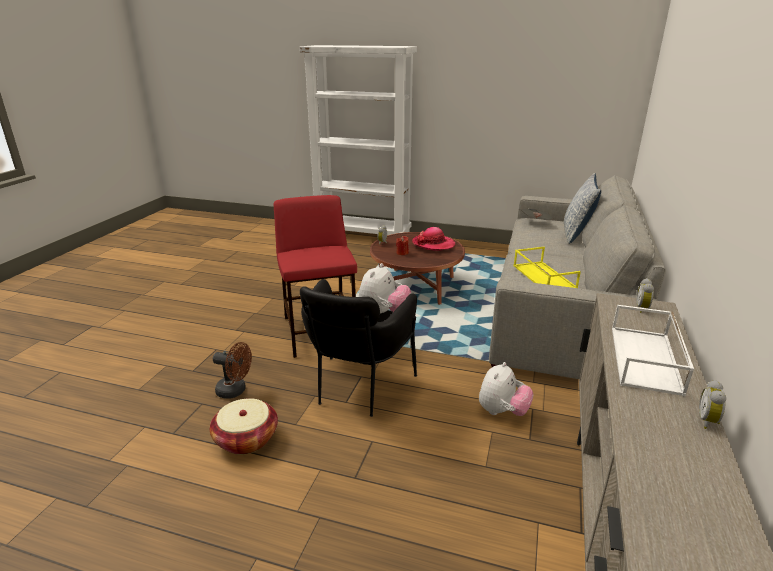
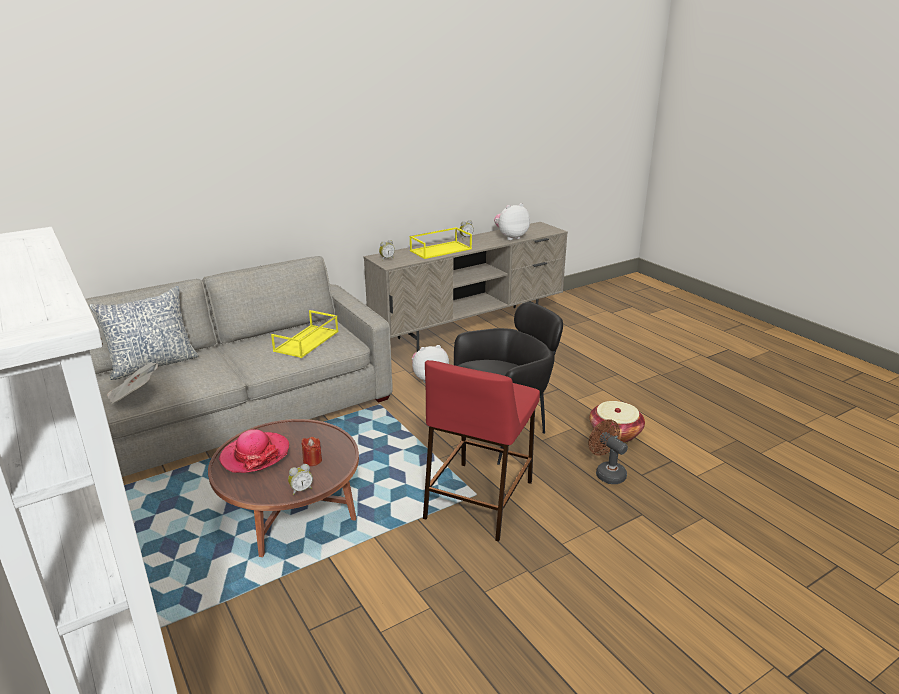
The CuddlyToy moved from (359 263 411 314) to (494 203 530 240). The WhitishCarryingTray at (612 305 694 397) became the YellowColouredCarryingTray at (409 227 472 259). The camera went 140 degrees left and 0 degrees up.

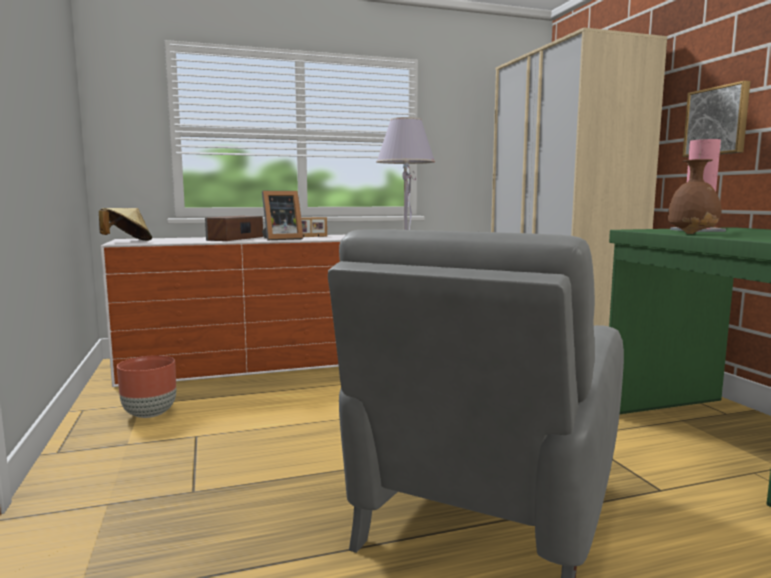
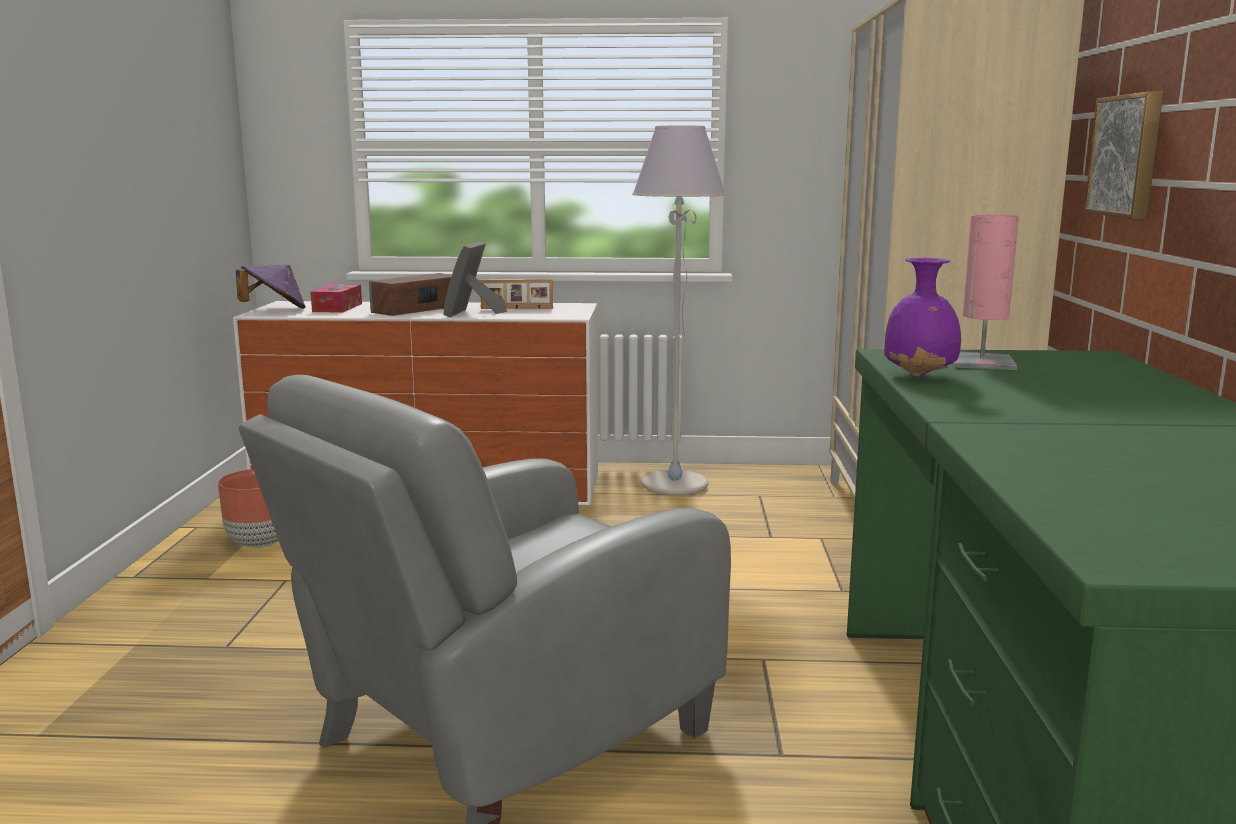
The TissueBox at (311 284 362 313) appeared. The BeigeColouredHat at (99 208 152 241) became the PurplishHat at (236 265 306 309). The BrownishVase at (668 159 722 234) became the PurplishVase at (884 258 961 376). The PictureFrame at (262 191 303 240) turned 105 degrees clockwise. The camera went 20 degrees right and 5 degrees up.

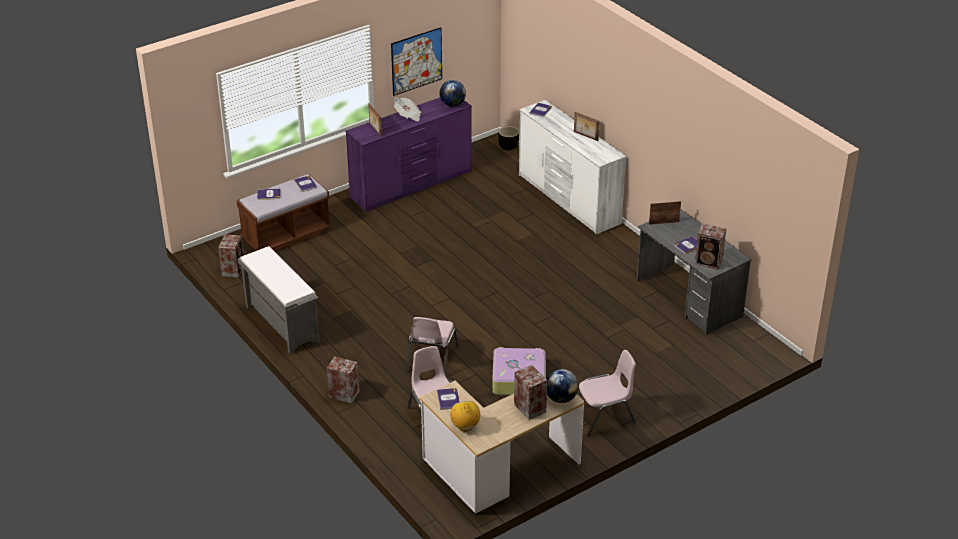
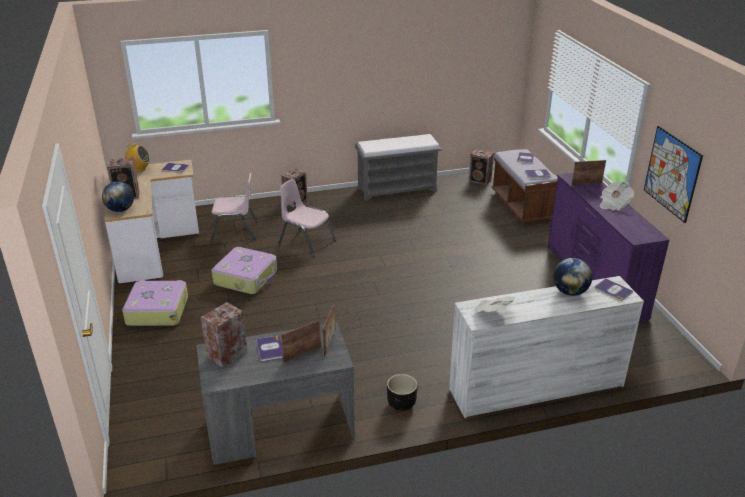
The DailyPaper at (473 296 515 312) appeared. The Globe moved from (440 80 466 107) to (553 258 592 296). The BlackishPlanter moved from (498 126 519 150) to (387 374 418 411). The PictureFrame moved from (574 112 599 141) to (281 320 321 363). The PinkUprightChair at (577 350 636 437) was replaced by the TravelCase at (122 280 188 326). The camera went 110 degrees right and 5 degrees down.

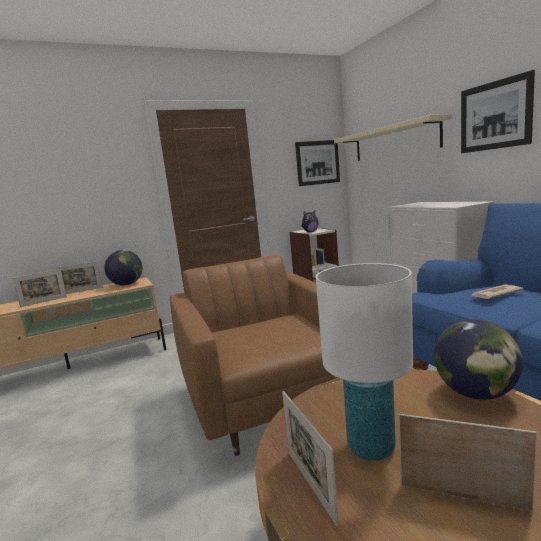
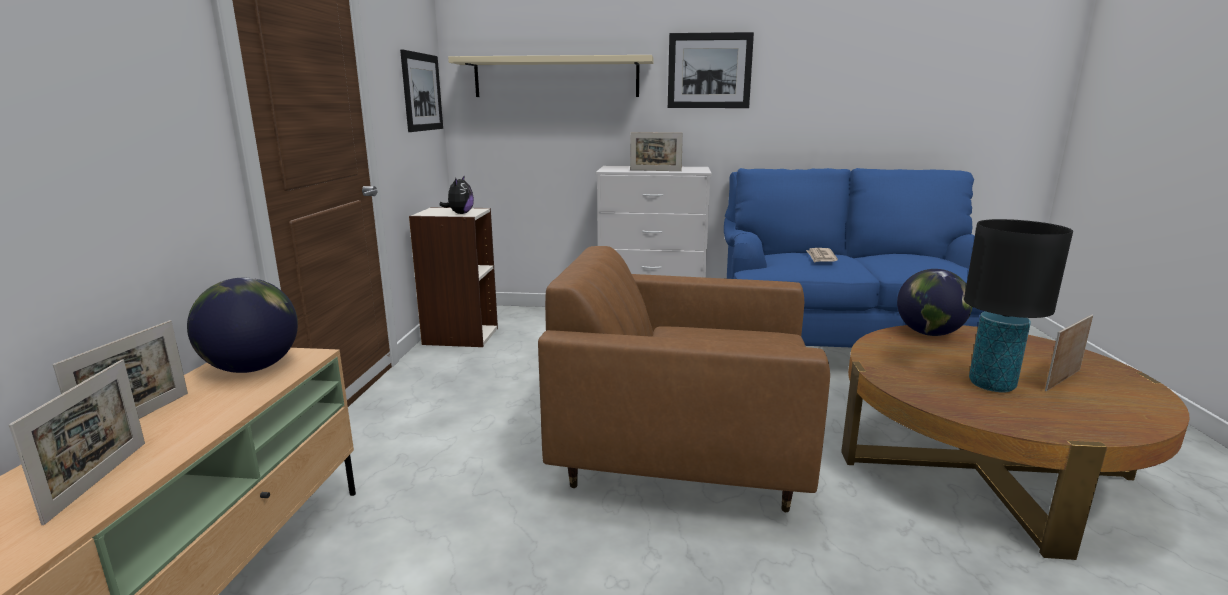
The PictureFrame moved from (282 391 339 527) to (630 132 683 171). The WhitishTabletopLamp at (316 263 413 461) became the BlackishTabletopLamp at (964 219 1073 392). The camera went 60 degrees left and 5 degrees up.

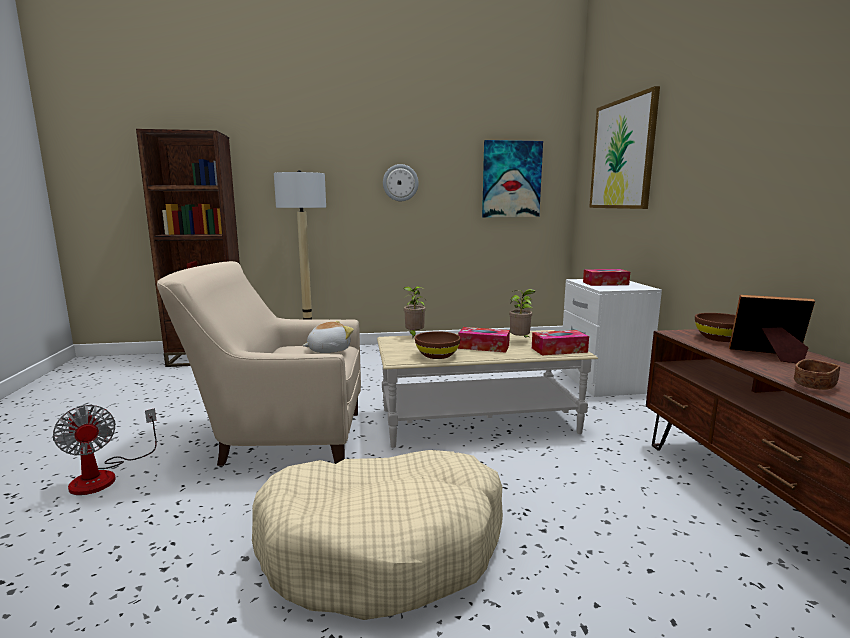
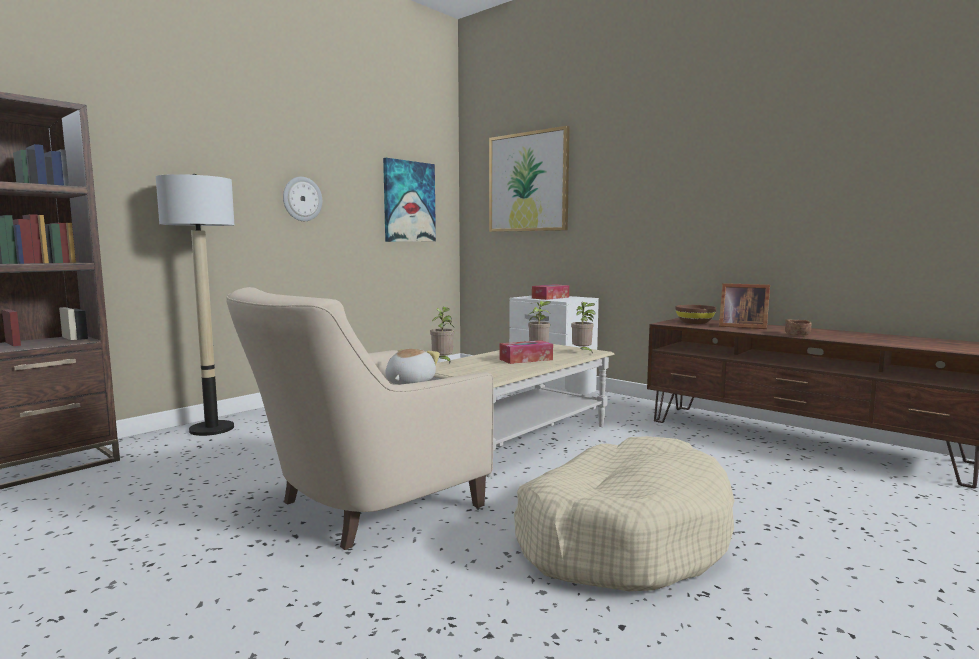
The CoolingFan at (53 405 157 495) disappeared. The BrownishDeepDish at (415 331 461 359) disappeared. The TissueBox at (532 330 589 355) was replaced by the Houseplant at (571 302 595 354). The PictureFrame at (729 295 815 363) turned 135 degrees counterclockwise. The camera went 40 degrees left and 5 degrees down.

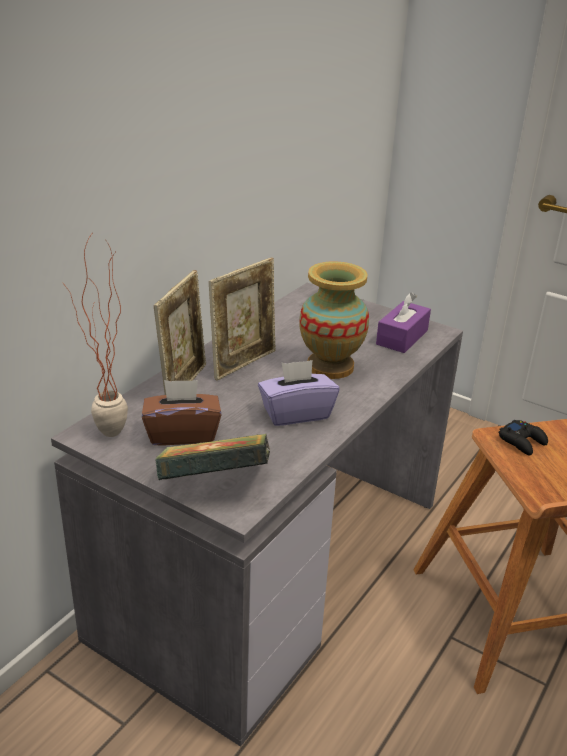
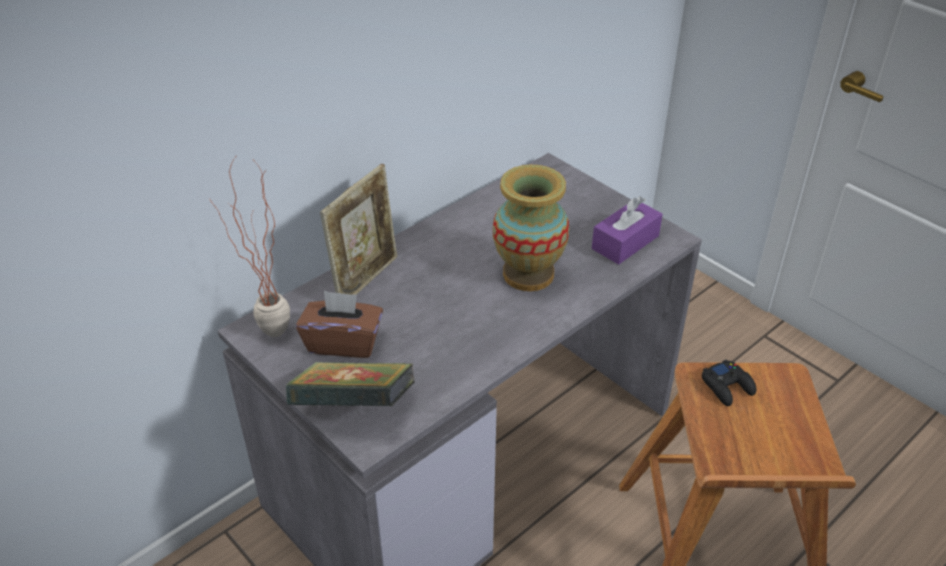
The PictureFrame at (209 258 276 381) disappeared. The PurplishTissueBox at (258 360 339 426) disappeared. The camera went 15 degrees right and 10 degrees up.

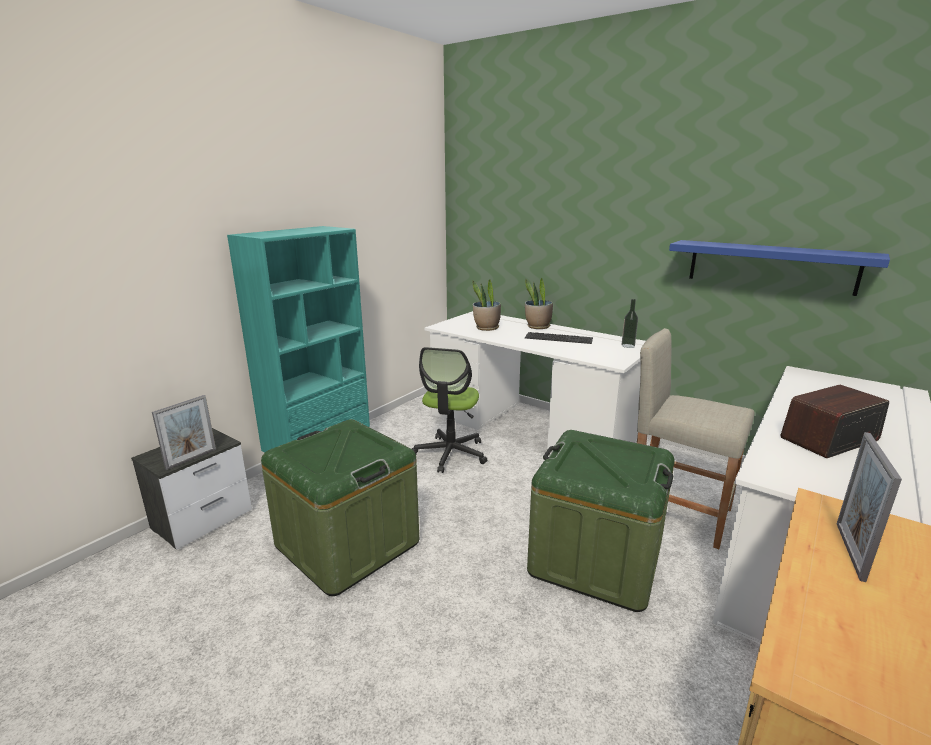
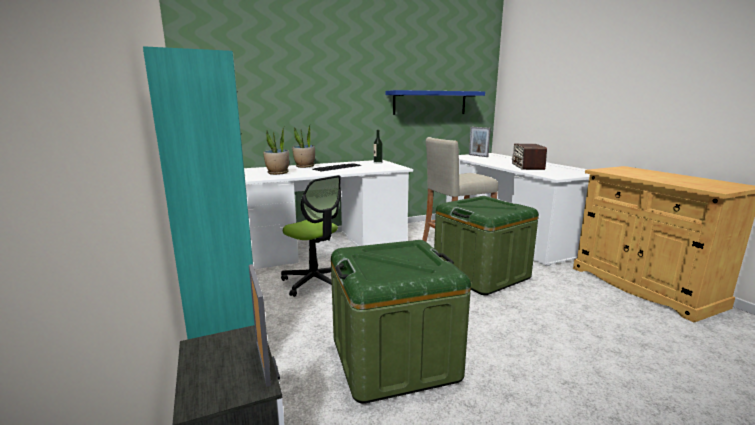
The PictureFrame moved from (837 432 902 582) to (469 127 491 157). The camera went 60 degrees left and 5 degrees down.

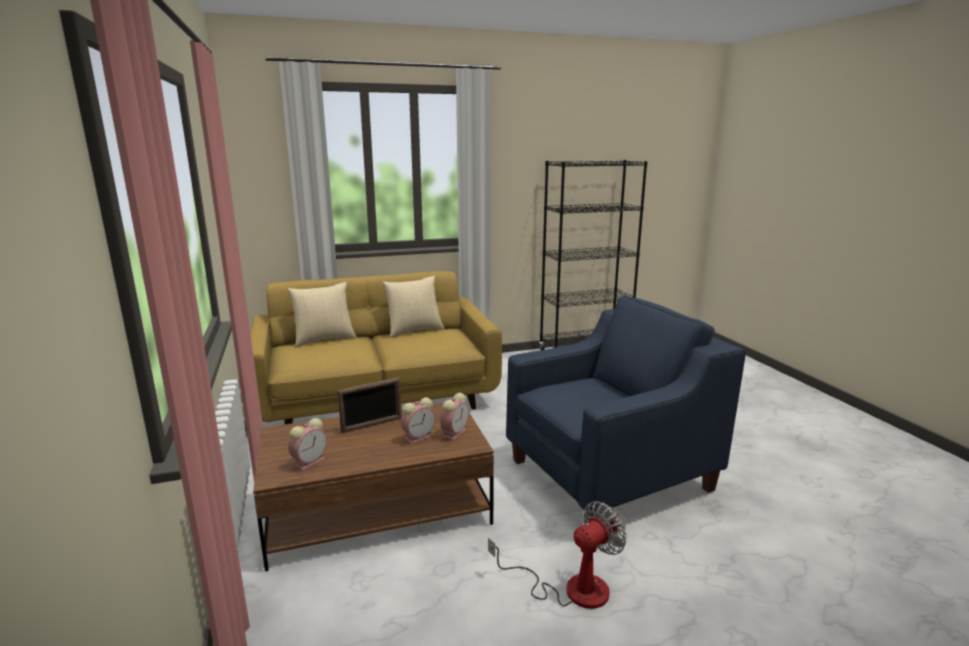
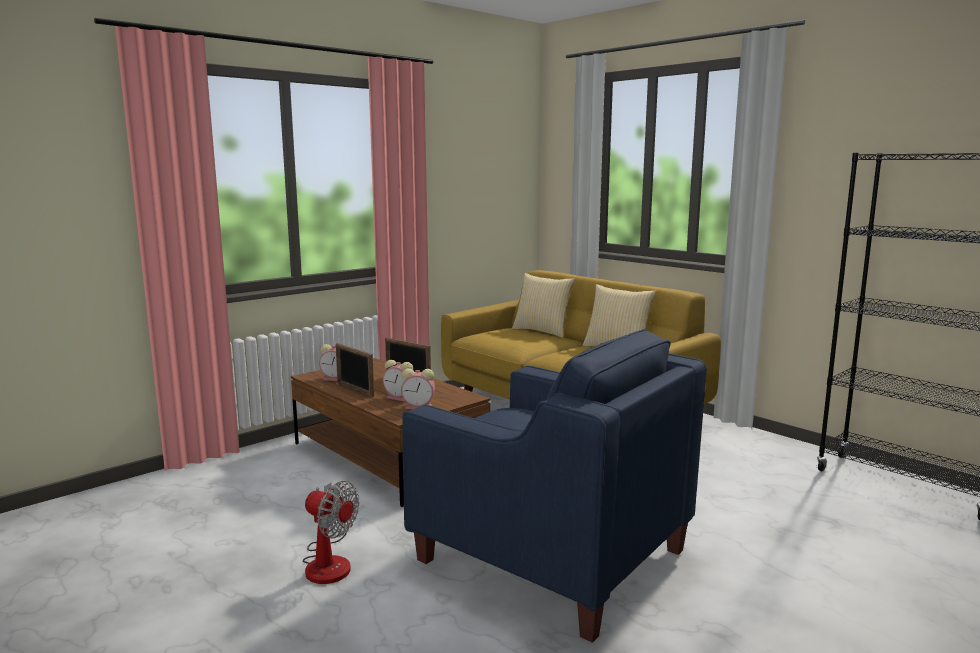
The PictureFrame at (336 343 374 397) appeared. The camera went 65 degrees right and 5 degrees down.

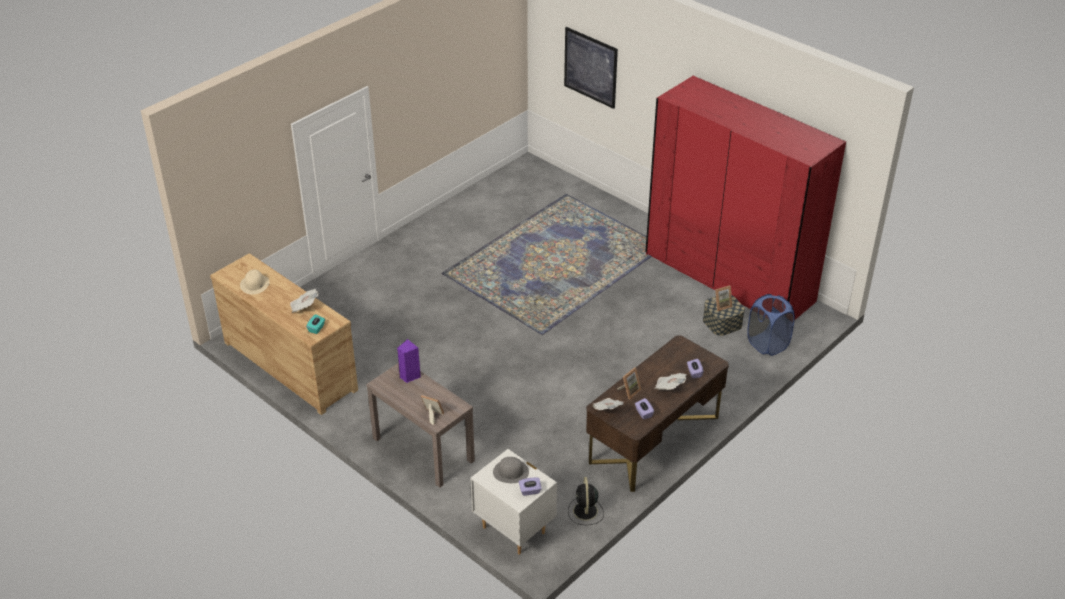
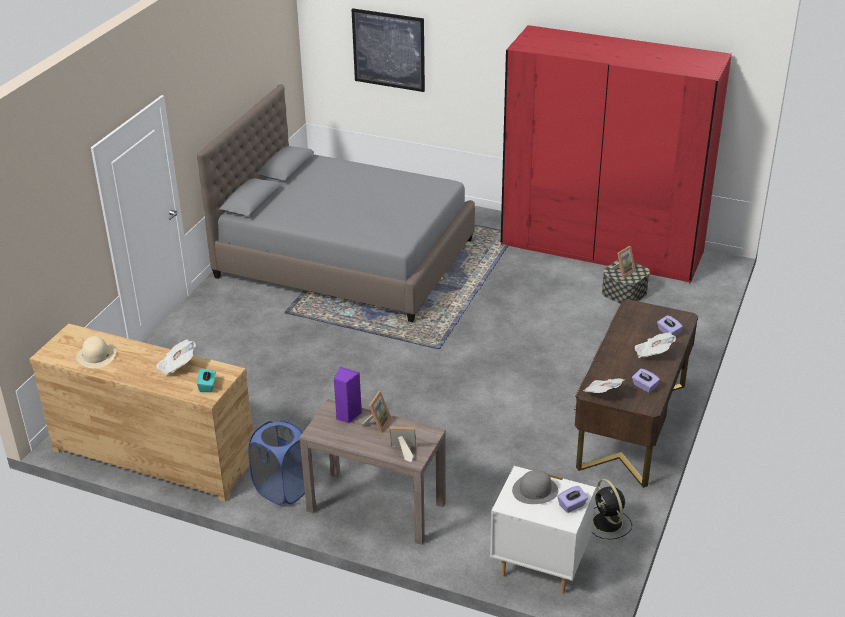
The GrayBedroomBed at (197 84 475 323) appeared. The PictureFrame moved from (617 367 642 400) to (362 391 392 433). The BluishHamper moved from (747 294 795 356) to (248 420 305 505). The camera went 20 degrees left and 5 degrees down.

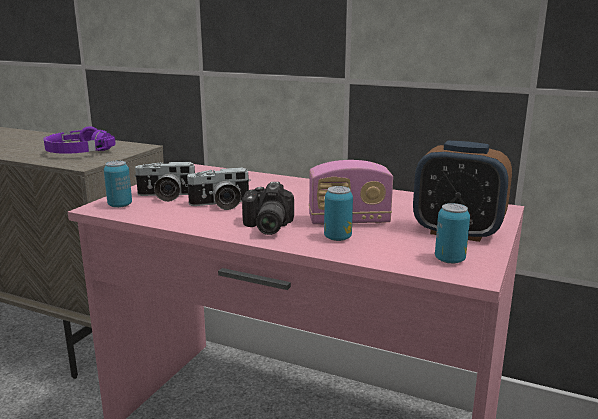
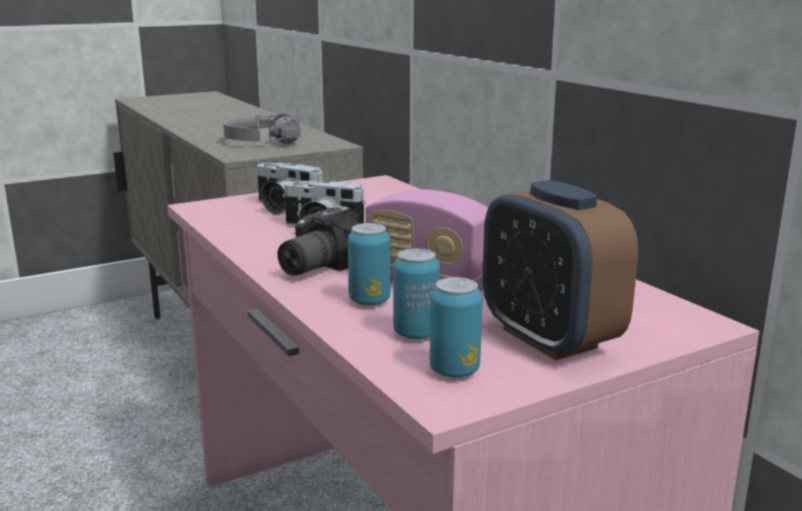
The Can moved from (104 161 132 208) to (393 248 440 339). The PurplishPairOfHeadphones at (44 126 116 154) became the GrayPairOfHeadphones at (223 111 301 144). The camera went 35 degrees right and 0 degrees up.

